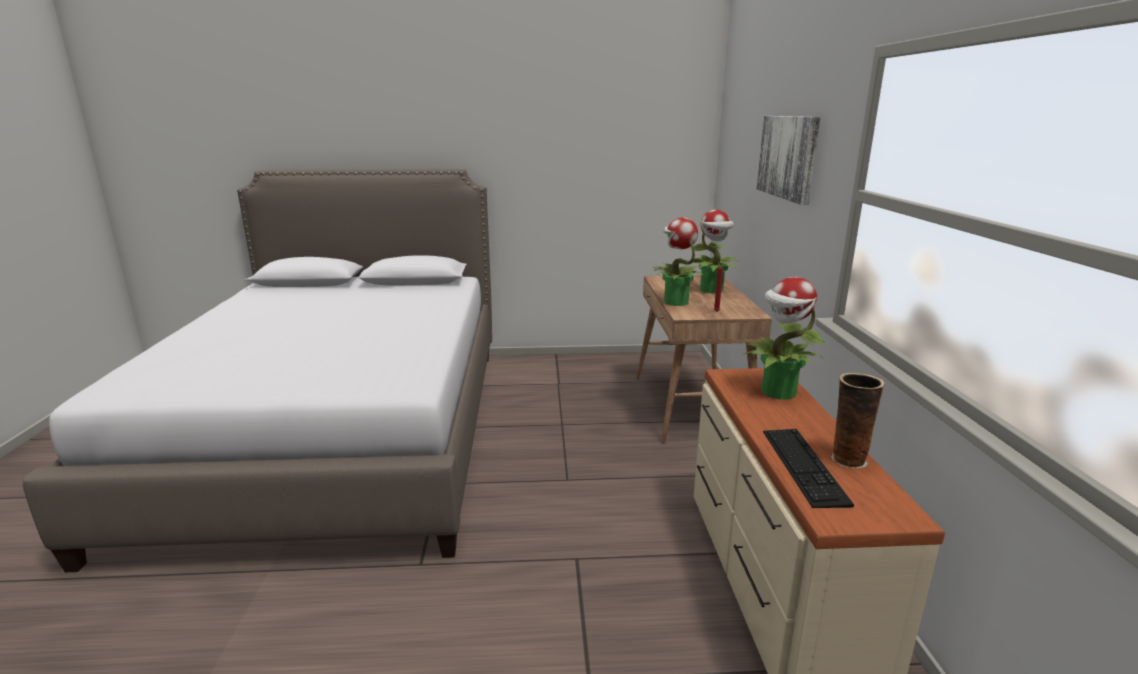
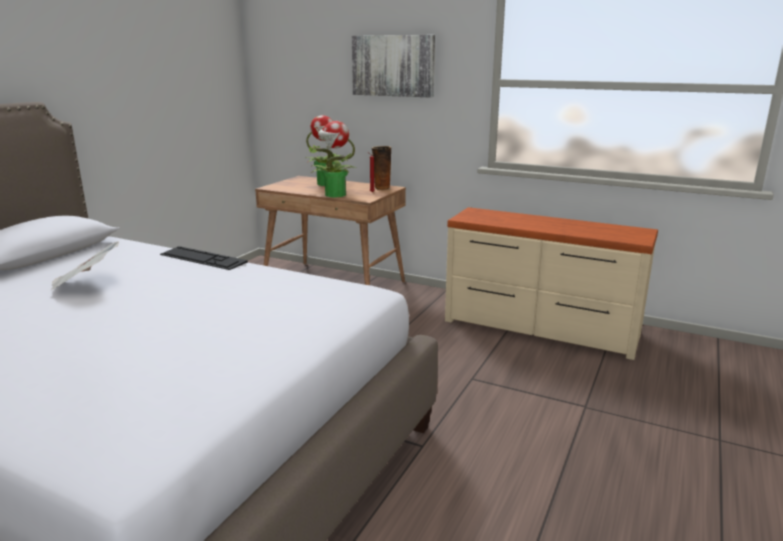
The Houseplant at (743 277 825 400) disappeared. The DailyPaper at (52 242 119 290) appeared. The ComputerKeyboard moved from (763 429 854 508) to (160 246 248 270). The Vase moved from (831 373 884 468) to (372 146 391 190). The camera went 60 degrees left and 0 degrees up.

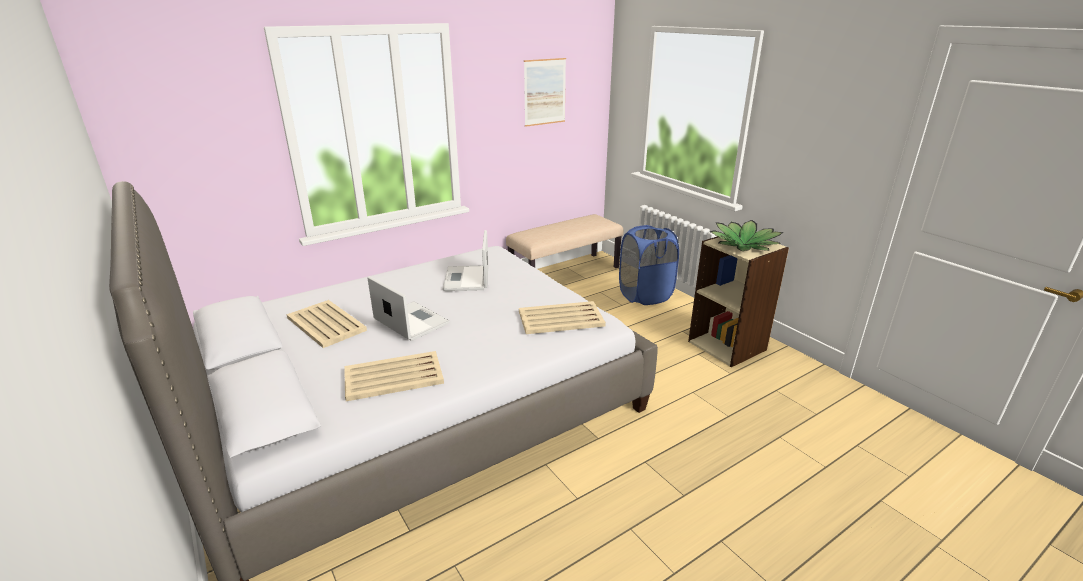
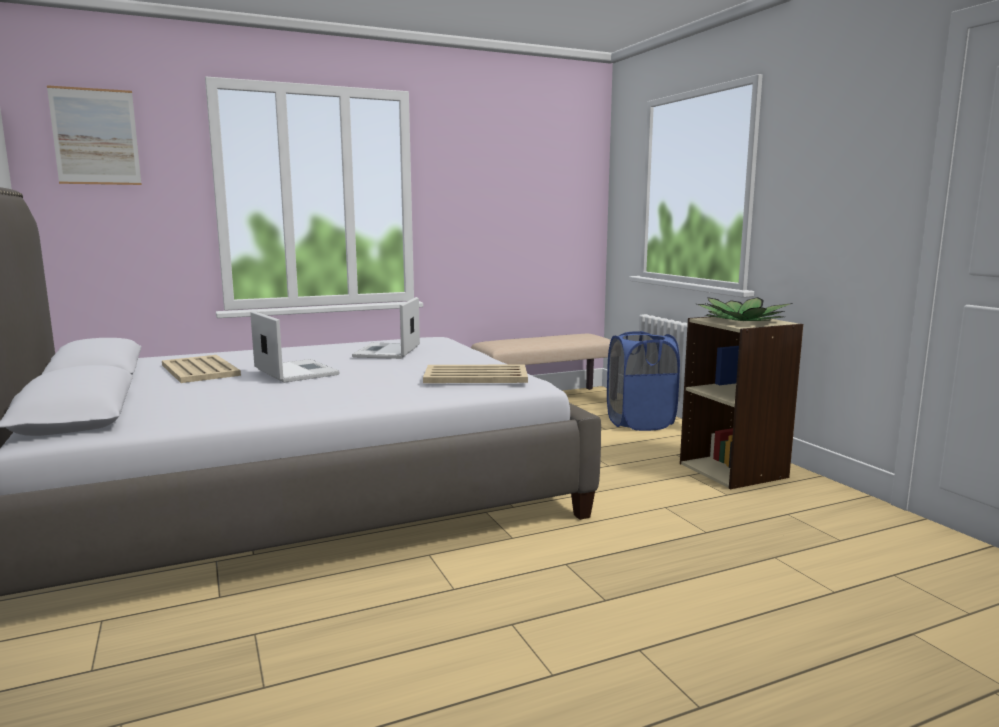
The BeigeColouredCarryingTray at (344 351 444 401) disappeared. The Picture moved from (524 58 566 127) to (47 85 142 185). The camera went 10 degrees right and 15 degrees down.

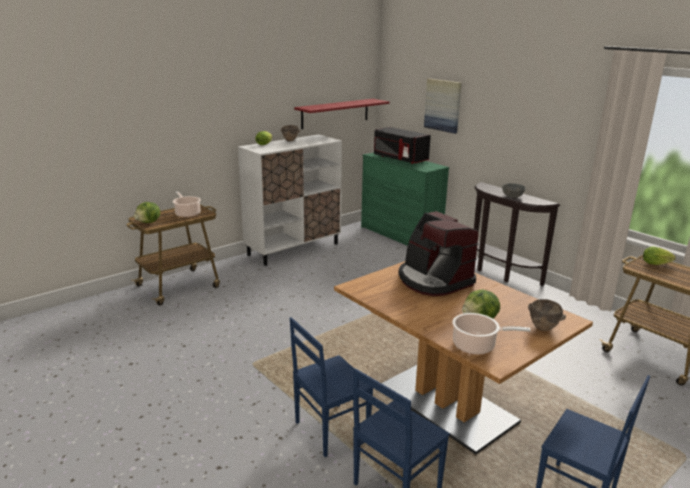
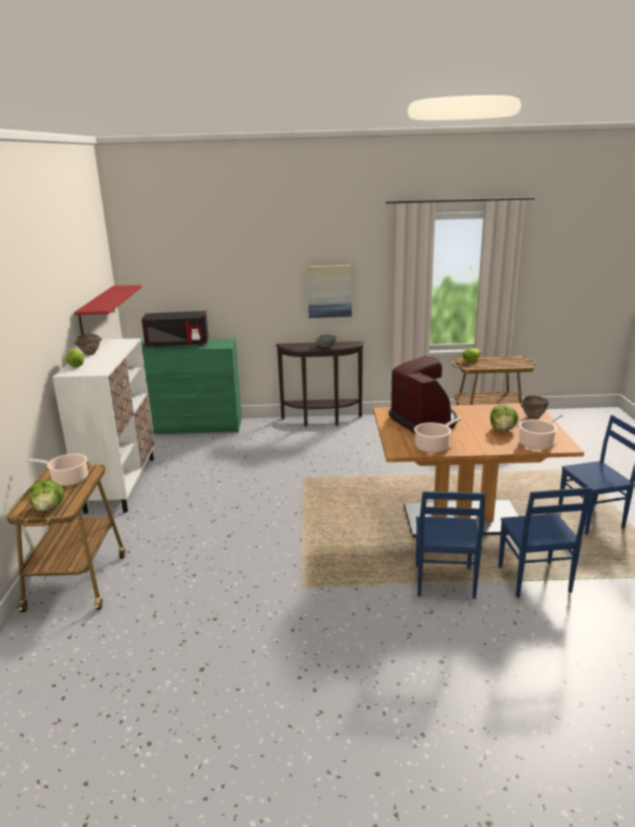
The Saucepot at (414 417 462 453) appeared. The Picture moved from (424 79 462 134) to (307 265 352 318). The CoffeeBrewer at (398 211 479 296) turned 120 degrees counterclockwise. The camera went 50 degrees left and 0 degrees up.

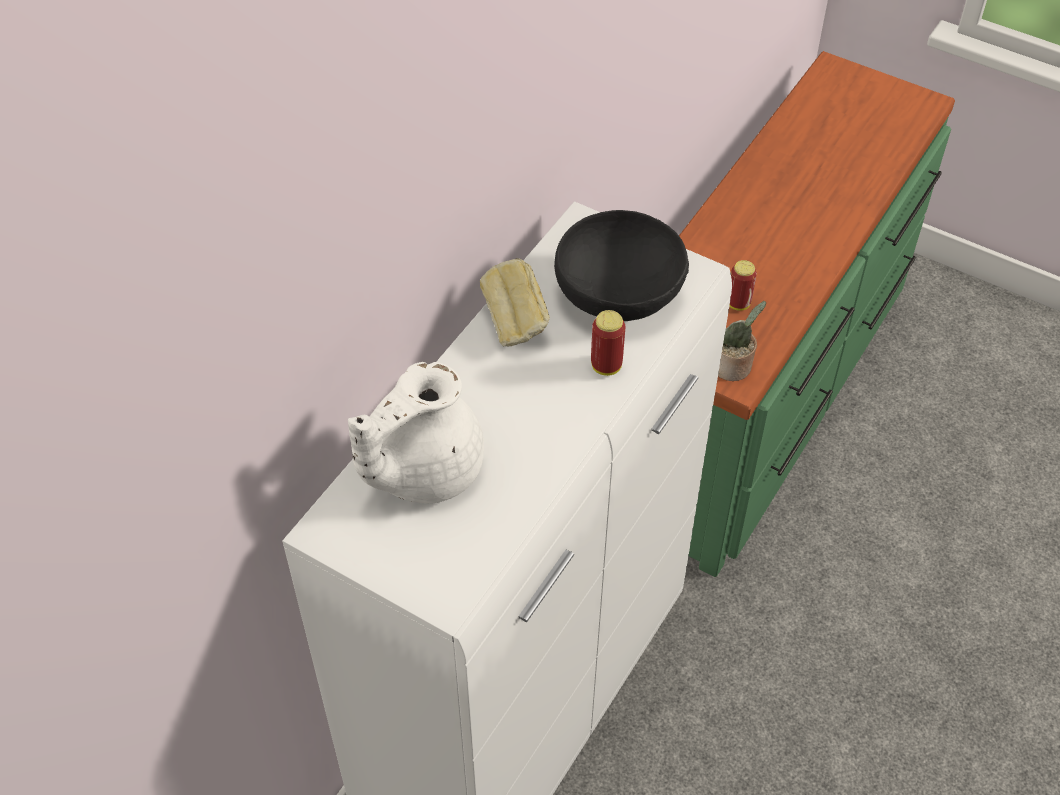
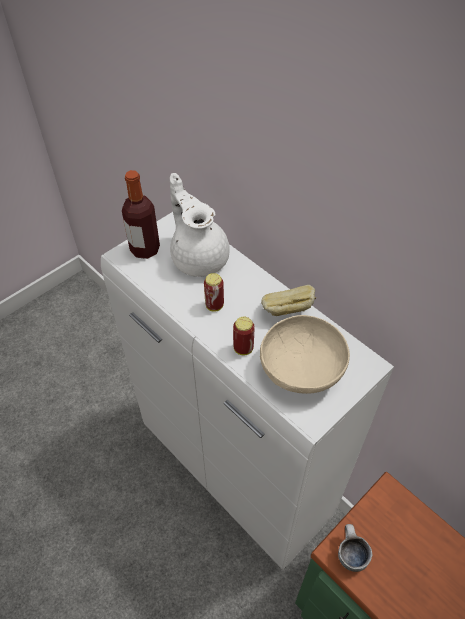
The DrinkBottle at (122 170 160 259) appeared. The Can moved from (729 260 757 311) to (204 273 224 312). The Houseplant at (718 301 766 381) was replaced by the CoffeeMug at (338 524 372 572). The BlackishDeepDish at (554 210 689 321) became the BeigeColouredDeepDish at (260 315 350 394). The camera went 105 degrees right and 0 degrees up.

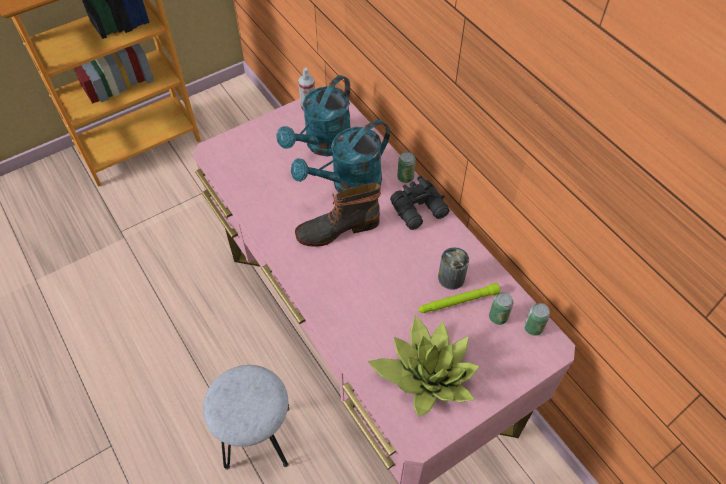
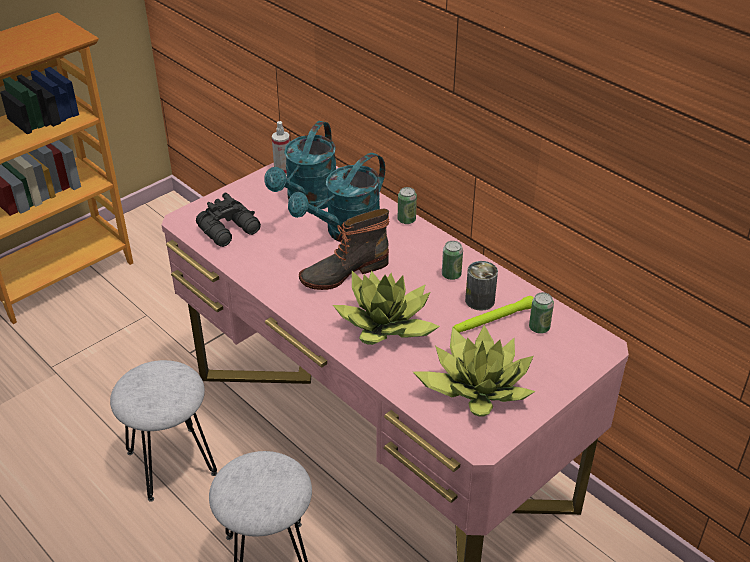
The GraySittingStool at (110 360 217 502) appeared. The Houseplant at (333 271 440 345) appeared. The BlackishFieldGlasses moved from (390 176 449 230) to (196 193 261 247). The Can moved from (524 303 550 336) to (442 241 463 280). The camera went 10 degrees left and 15 degrees down.

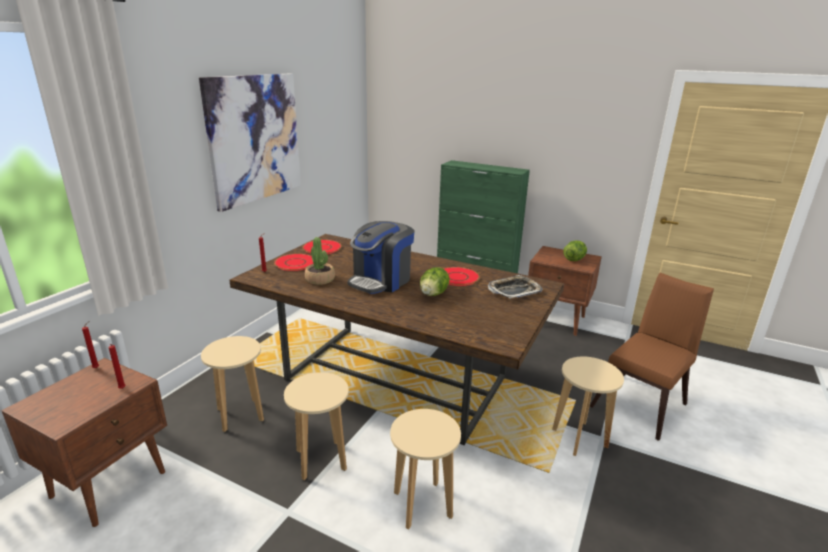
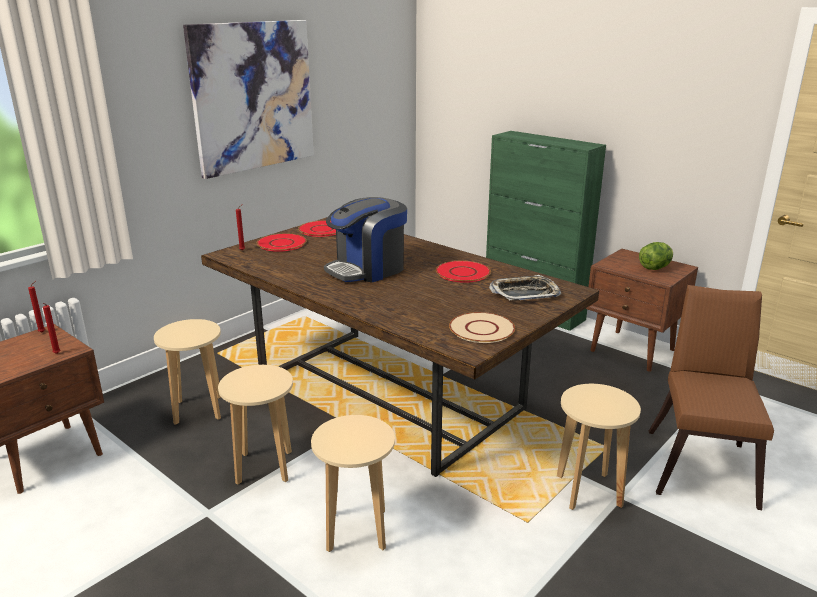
The Houseplant at (305 237 335 285) disappeared. The HeadOfLettuce at (420 267 450 296) disappeared. The BeigeColouredPlate at (449 312 515 343) appeared. The BrownishUprightChair at (589 273 714 441) turned 45 degrees counterclockwise. The camera went 15 degrees right and 0 degrees up.

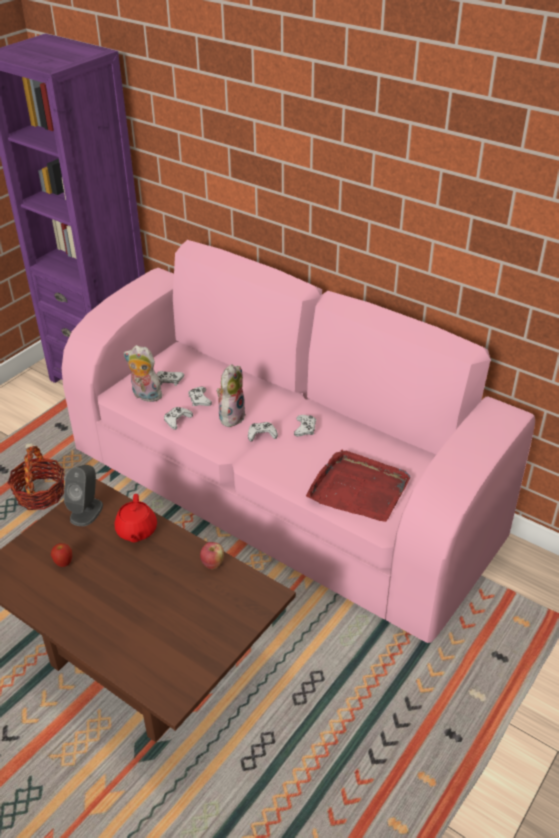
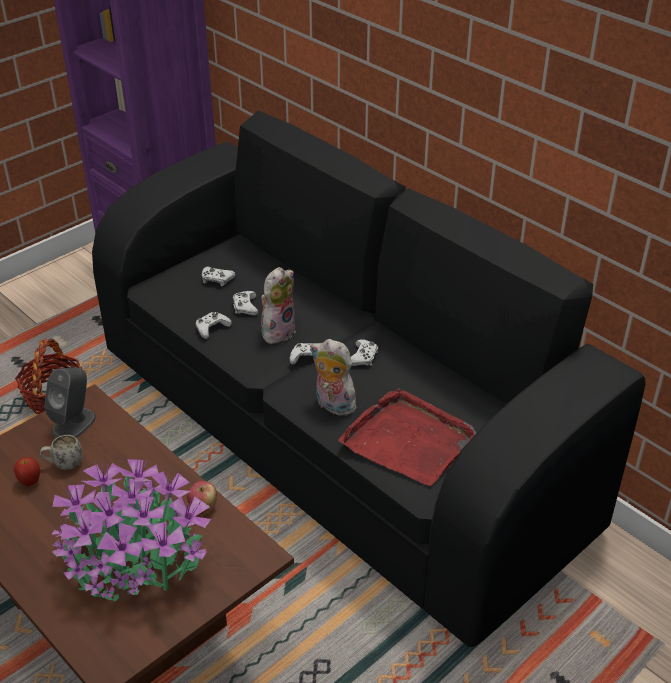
The RedColouredTeapot at (114 494 157 543) disappeared. The WhitishCoffeeMug at (40 435 83 470) appeared. The Houseplant at (52 457 211 602) appeared. The CuddlyToy moved from (123 345 162 402) to (311 339 360 416). The PinkCouch at (62 240 535 643) became the BlackishCouch at (92 111 645 647). The camera went 10 degrees right and 0 degrees up.

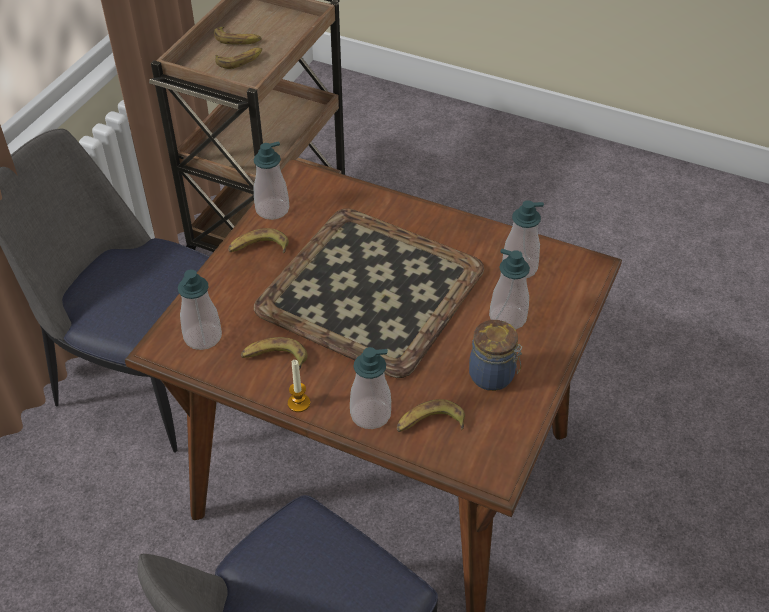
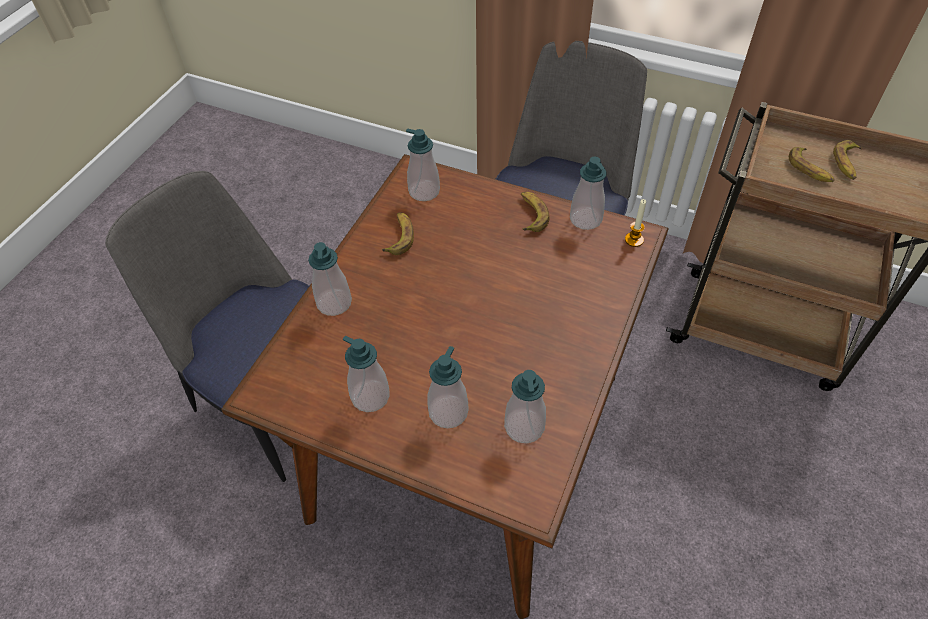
The CarryingTray at (254 208 484 378) disappeared. The BananaFruit at (397 399 465 432) disappeared. The WaxCandle moved from (288 360 310 412) to (625 199 646 247). The Jar at (469 320 523 391) was replaced by the SoapBottle at (343 336 390 412). The camera went 90 degrees right and 5 degrees up.

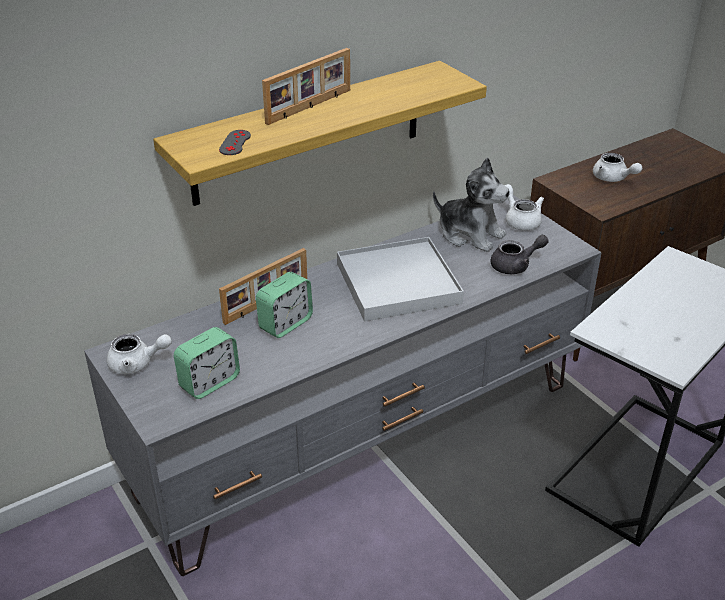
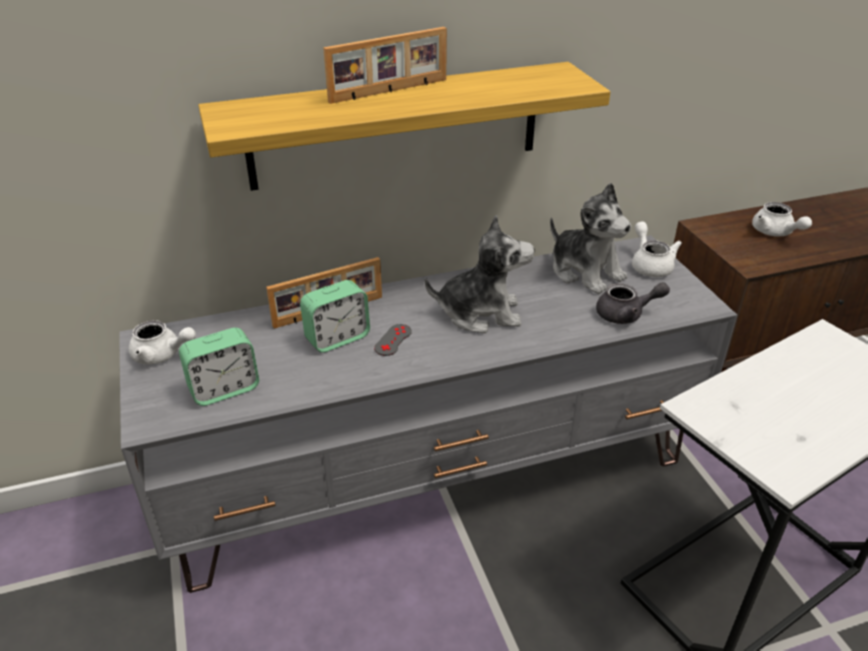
The GrayGamepad moved from (219 130 251 155) to (374 324 412 356). The WhitishCarryingTray at (337 237 464 322) was replaced by the CuddlyToy at (424 215 535 333). The camera went 15 degrees right and 0 degrees up.

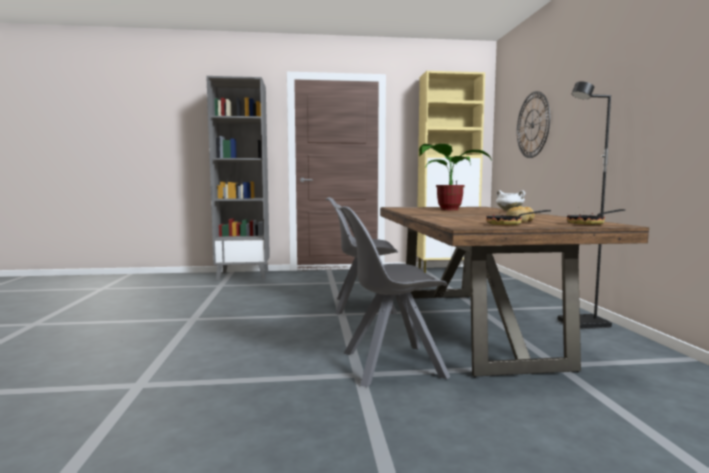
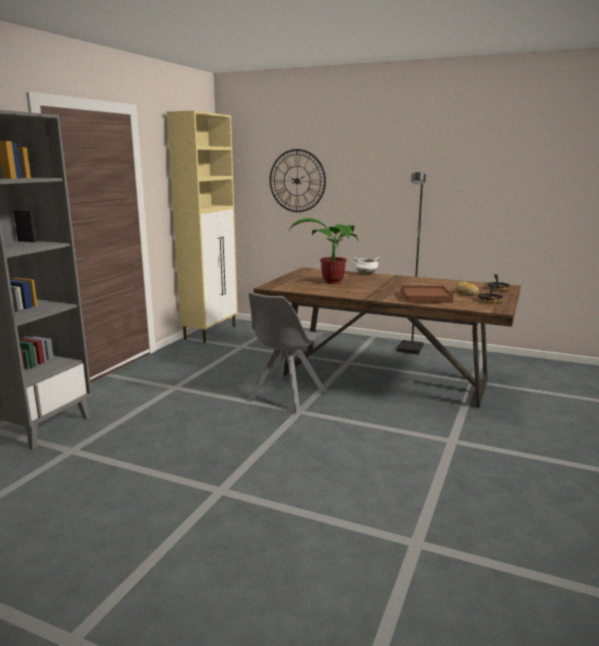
The GrayUprightChair at (334 204 450 387) disappeared. The BrownishCarryingTray at (400 285 453 303) appeared. The camera went 60 degrees left and 10 degrees up.

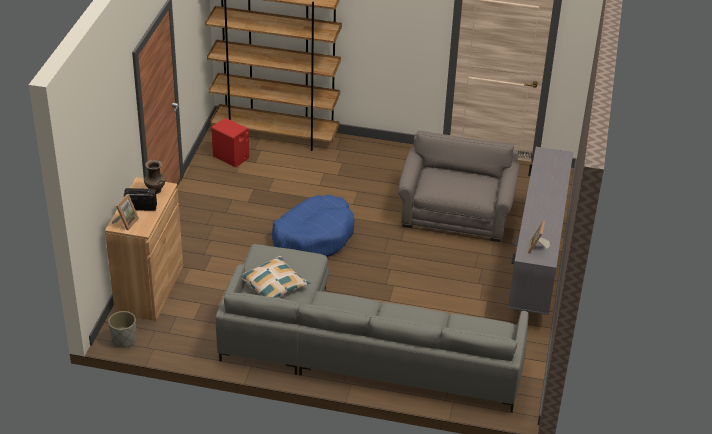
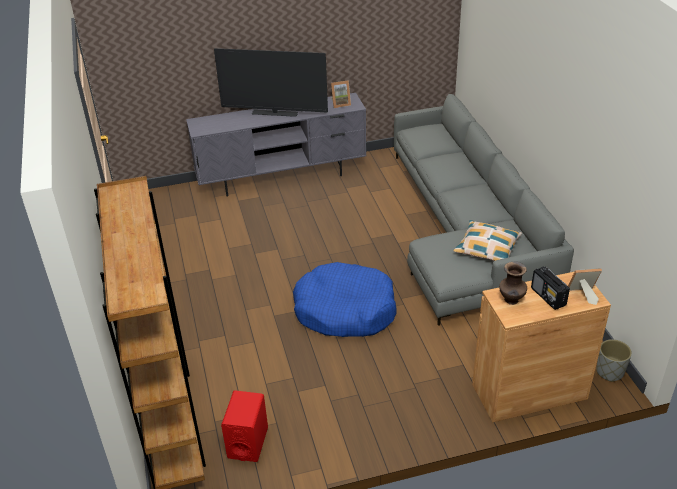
The GrayEasyChair at (398 131 519 242) disappeared. The Tv at (214 48 328 117) appeared. The camera went 115 degrees left and 0 degrees up.

